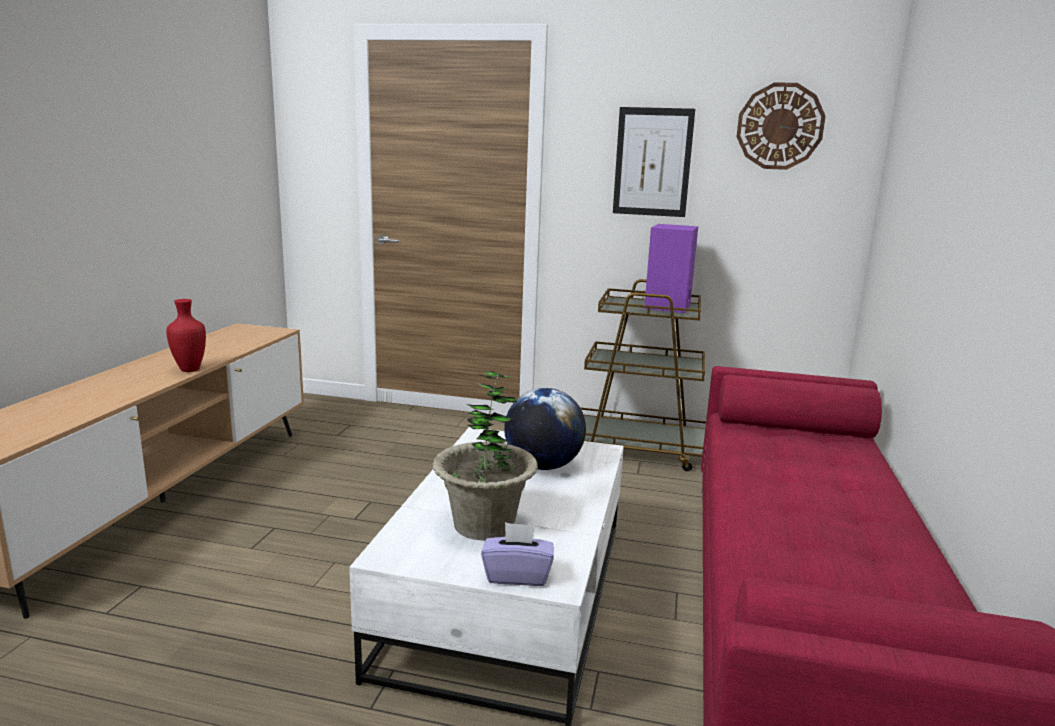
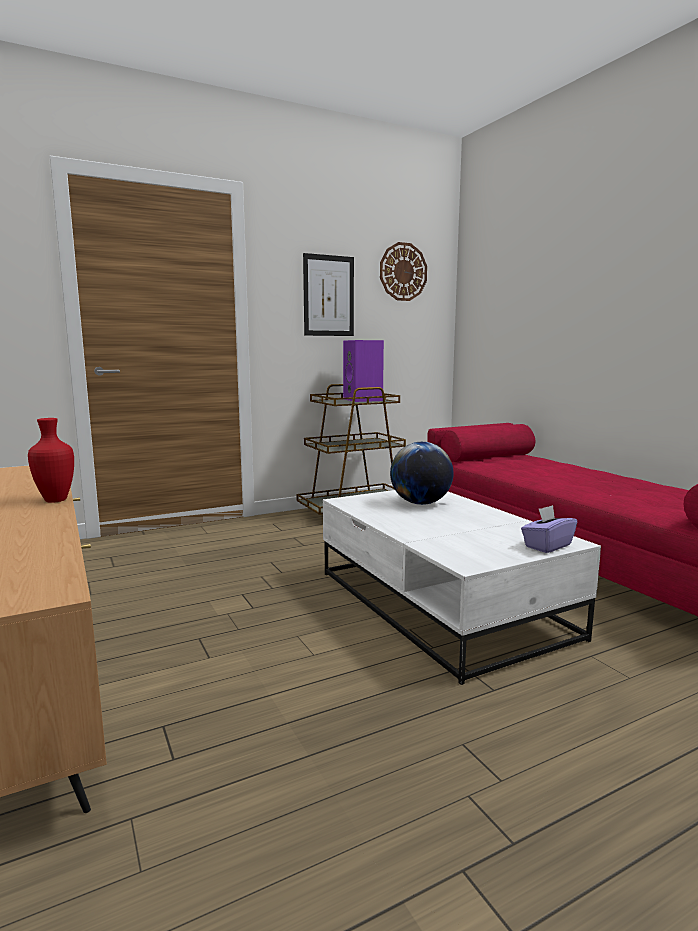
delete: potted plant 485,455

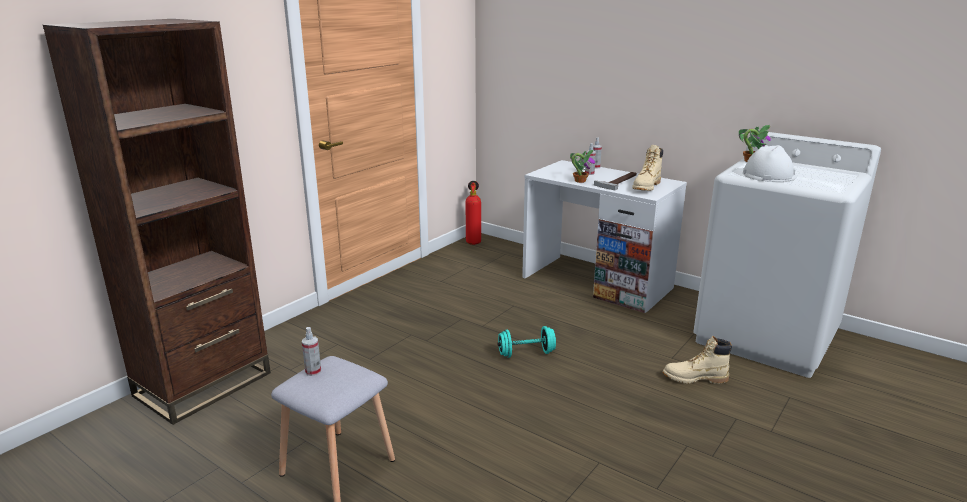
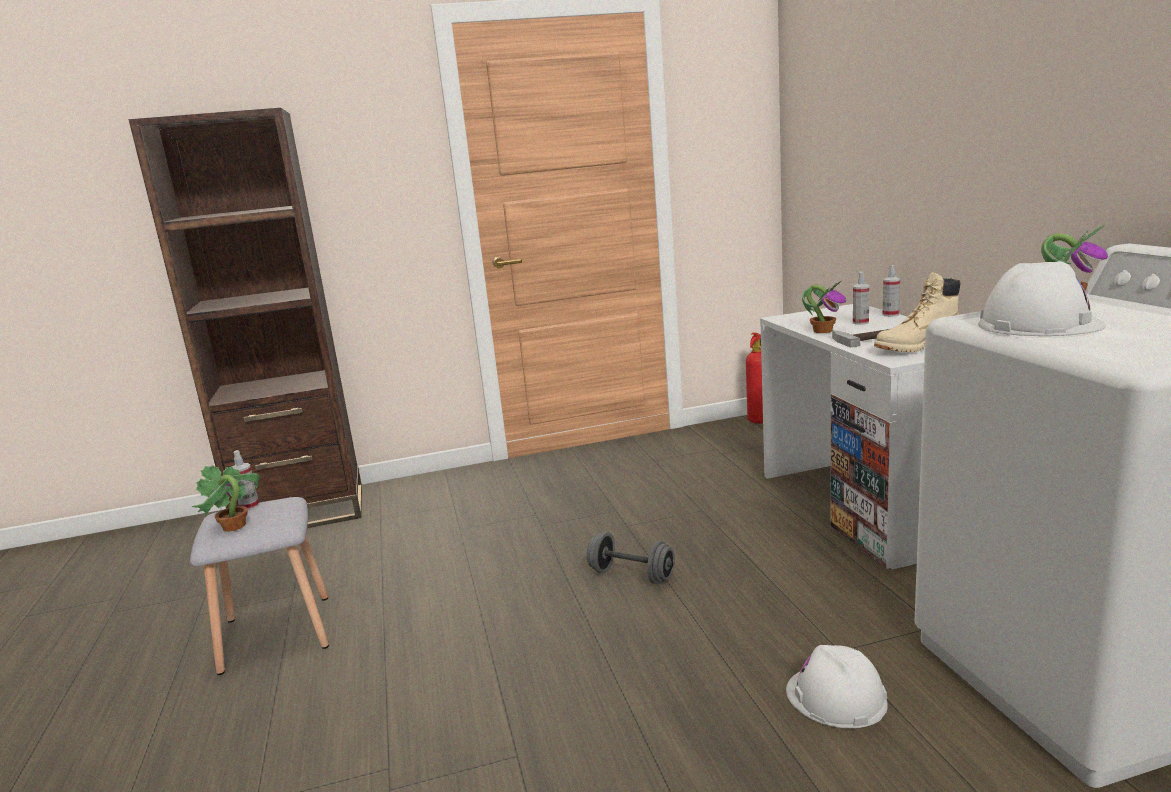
insert: potted plant 225,498
replace: beige boot 697,360 to white hard hat 837,686
recolor: turquoise dumbbell 526,342 to grey dumbbell 631,558

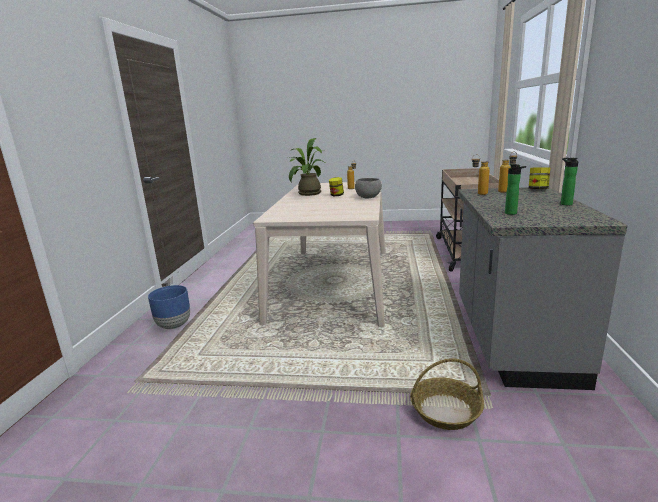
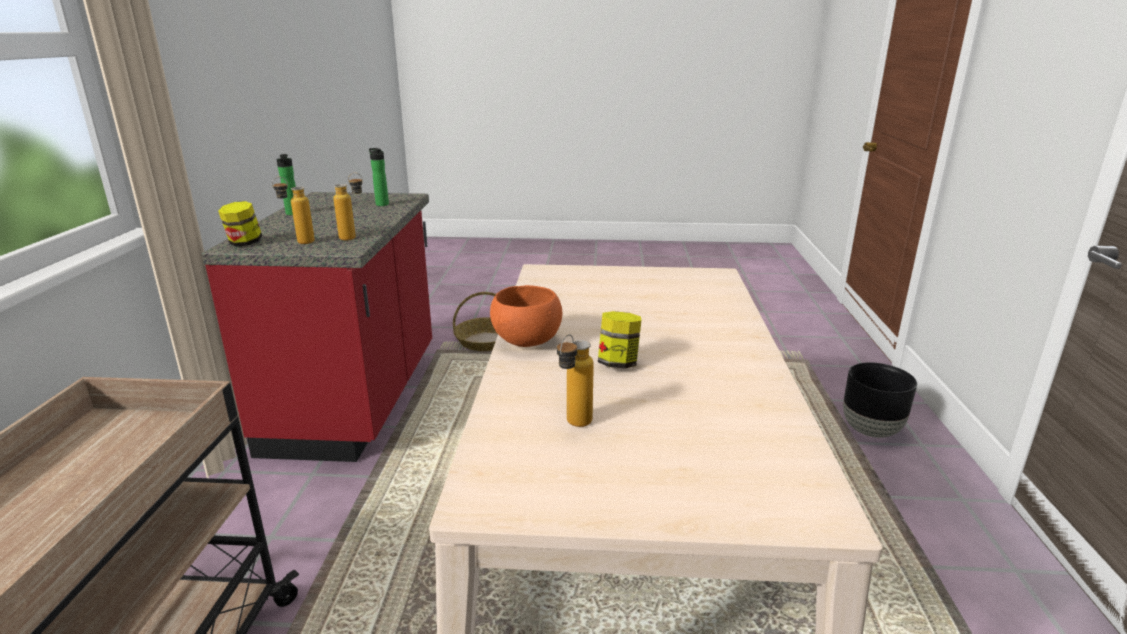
delete: potted plant 308,167
recolor: grey counter 543,288 to red counter 317,327; grey bowl 368,188 to orange bowl 526,316; blue planter 169,307 to black planter 880,400

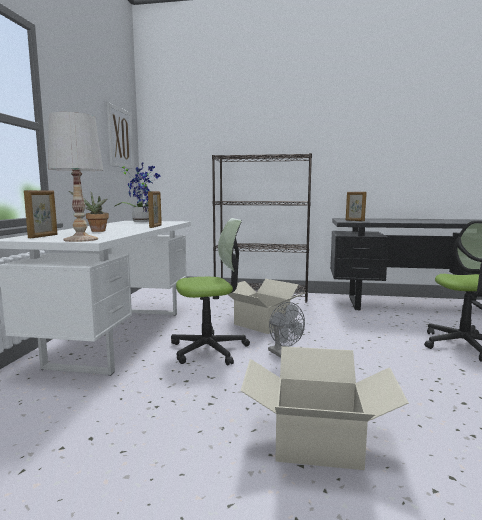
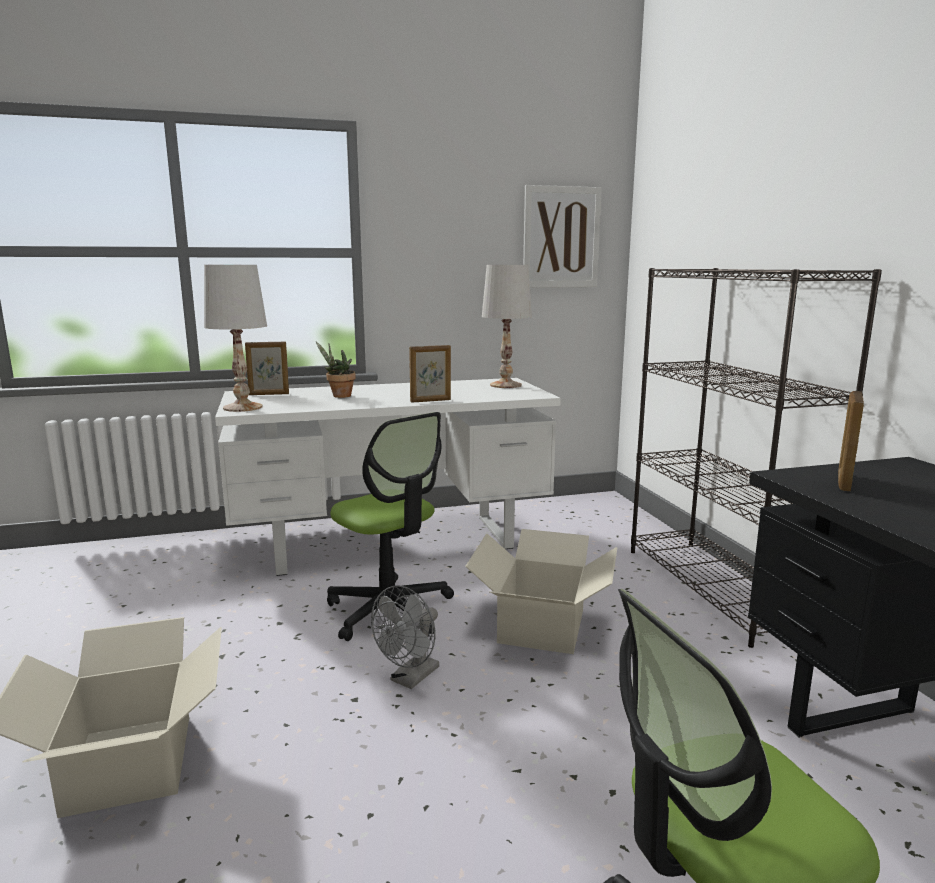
replace: potted plant 137,192 to white table lamp 507,326

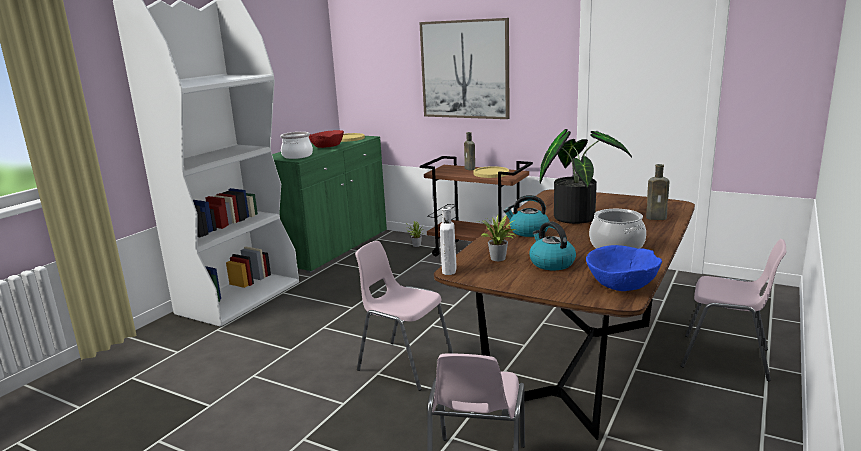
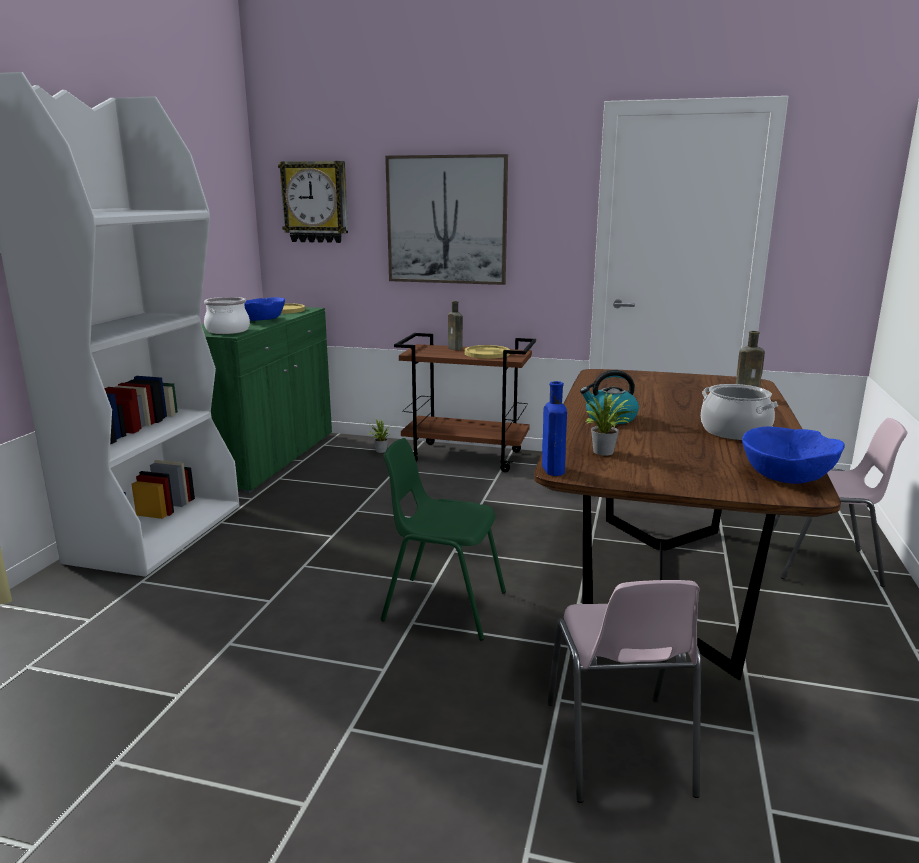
delete: kettle 553,246; potted plant 586,176
insert: wall clock 313,202
recolor: red bowl 326,139 to blue bowl 264,309; pink chair 404,316 to green chair 443,539; white bottle 448,241 to blue bottle 554,428

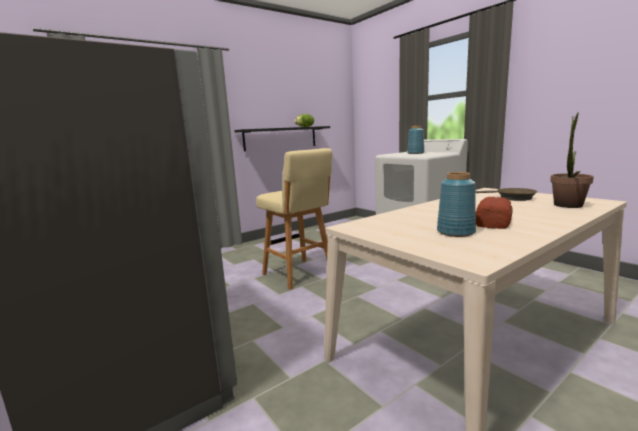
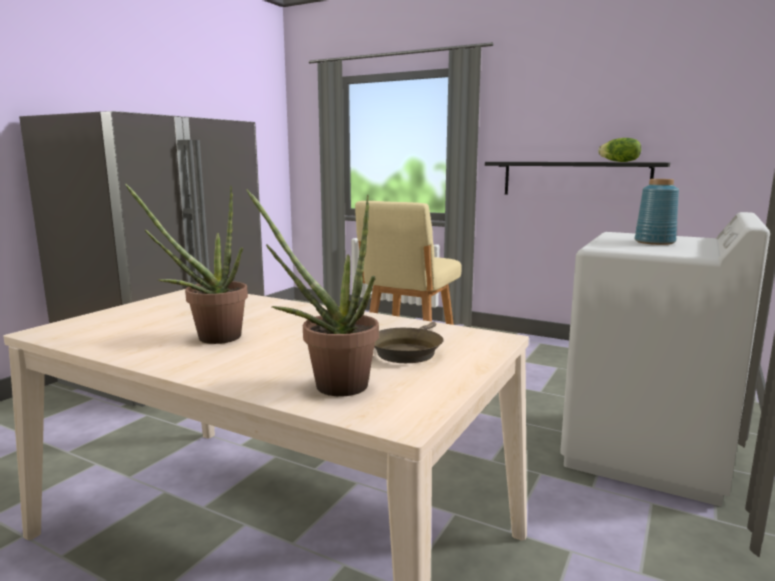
delete: blue vase 456,204
replace: bread 494,213 to potted plant 186,264

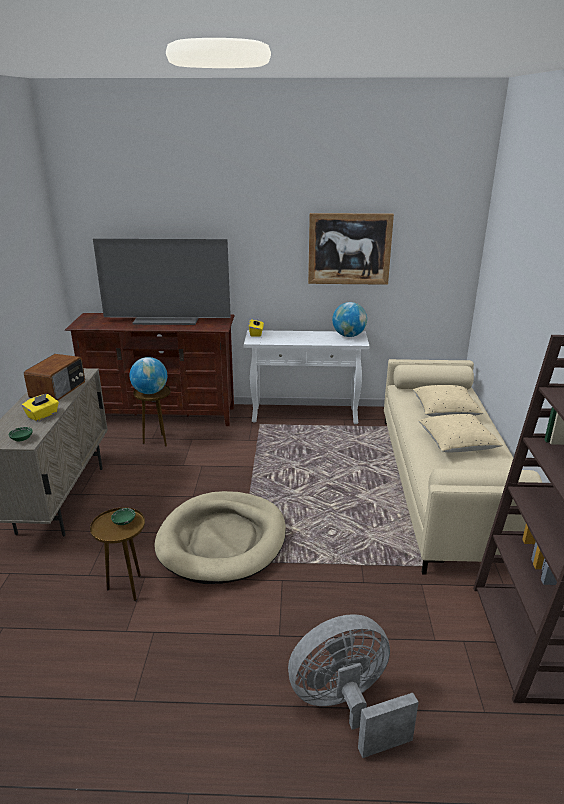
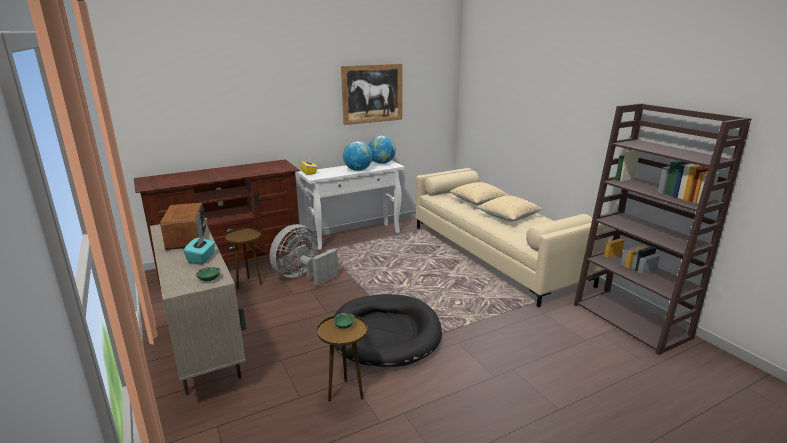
delete: television 162,281
move: grey fan 353,686 to 304,255; globe 148,375 to 358,156
recolor: yellow tissue box 40,407 to turquoise tissue box 199,249; beige dog bed 220,537 to black dog bed 388,330

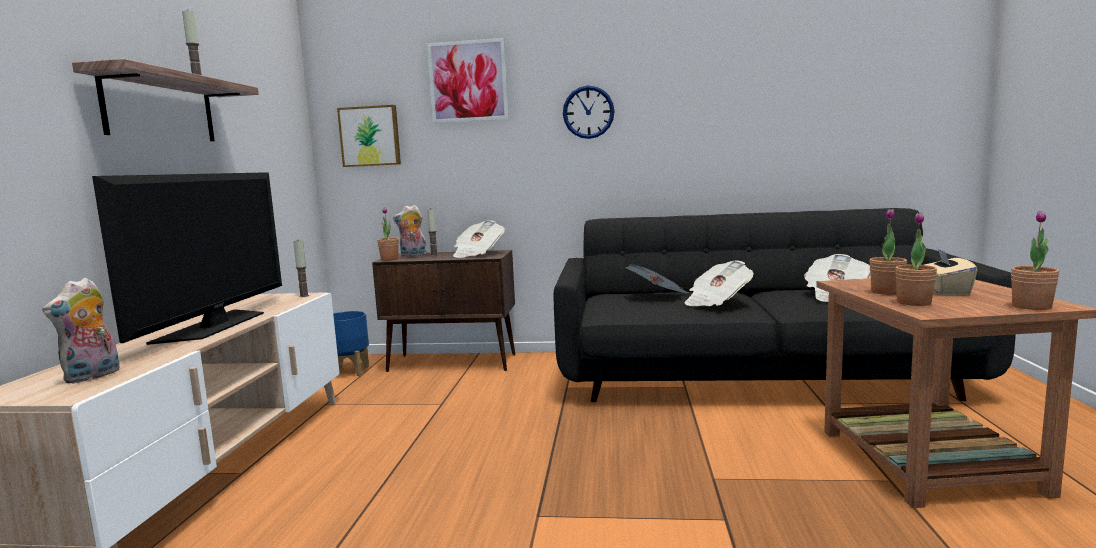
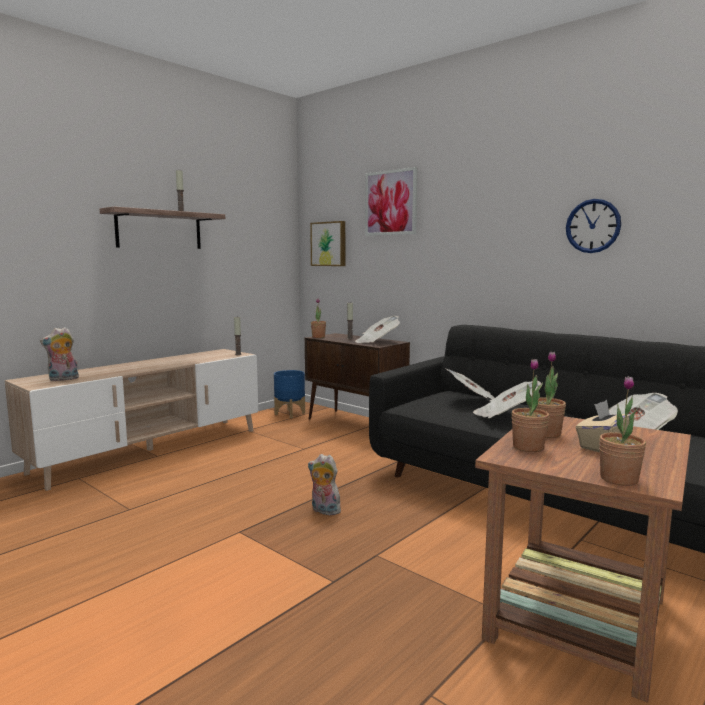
delete: television 187,258
move: plush toy 410,231 to 324,484; wall clock 588,112 to 593,226

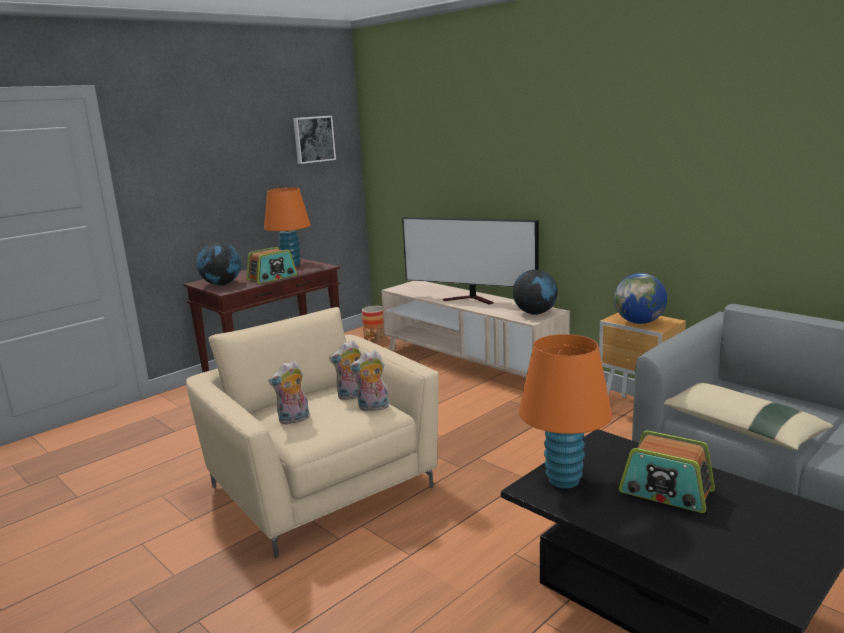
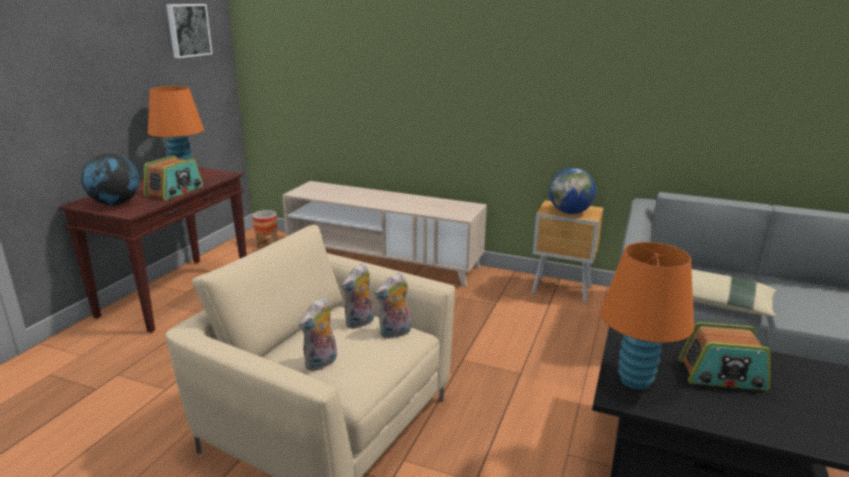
delete: television 470,260; globe 535,292

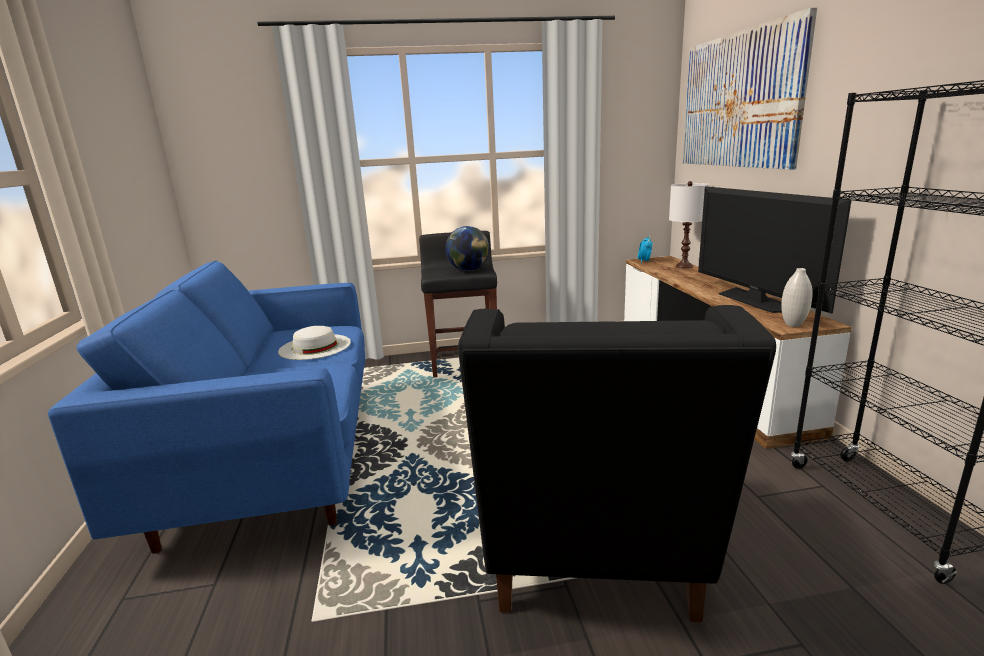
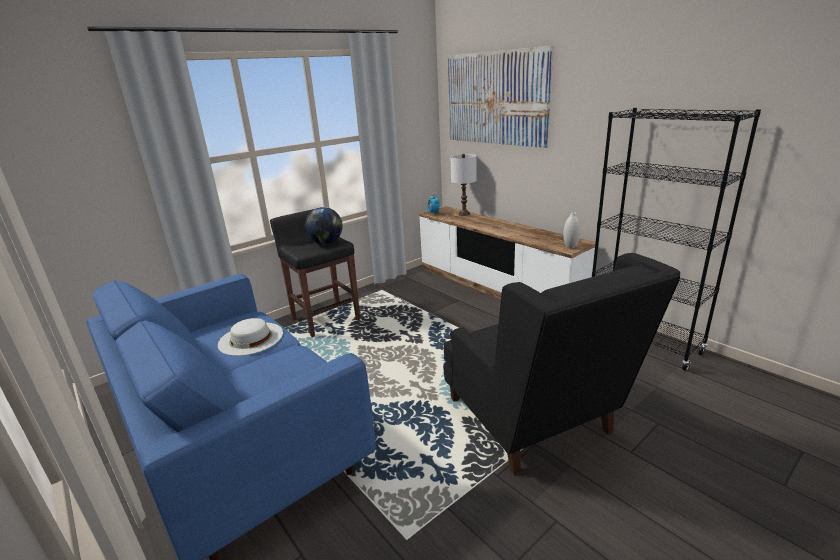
delete: television 775,249

